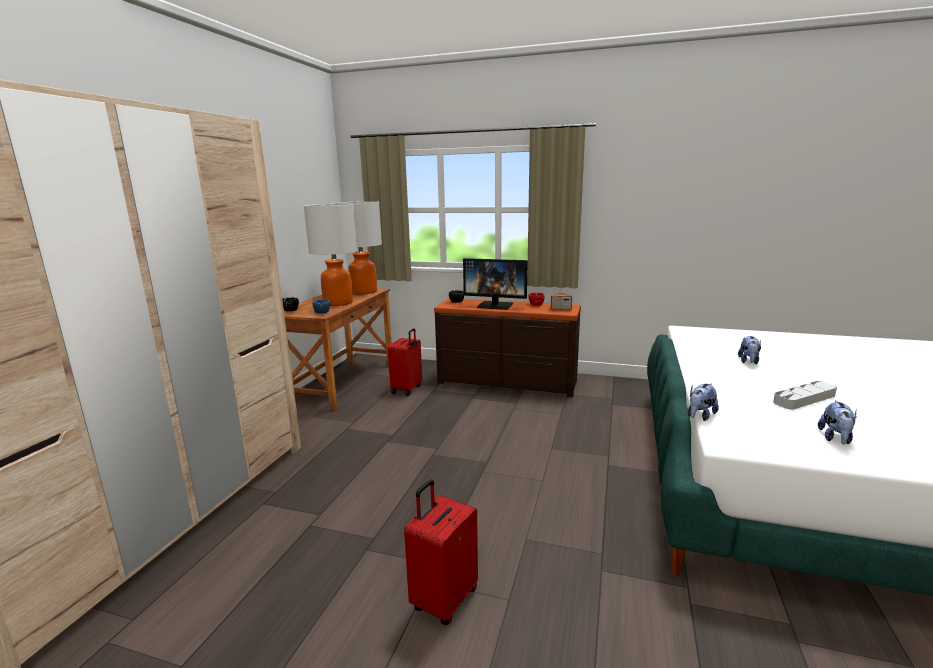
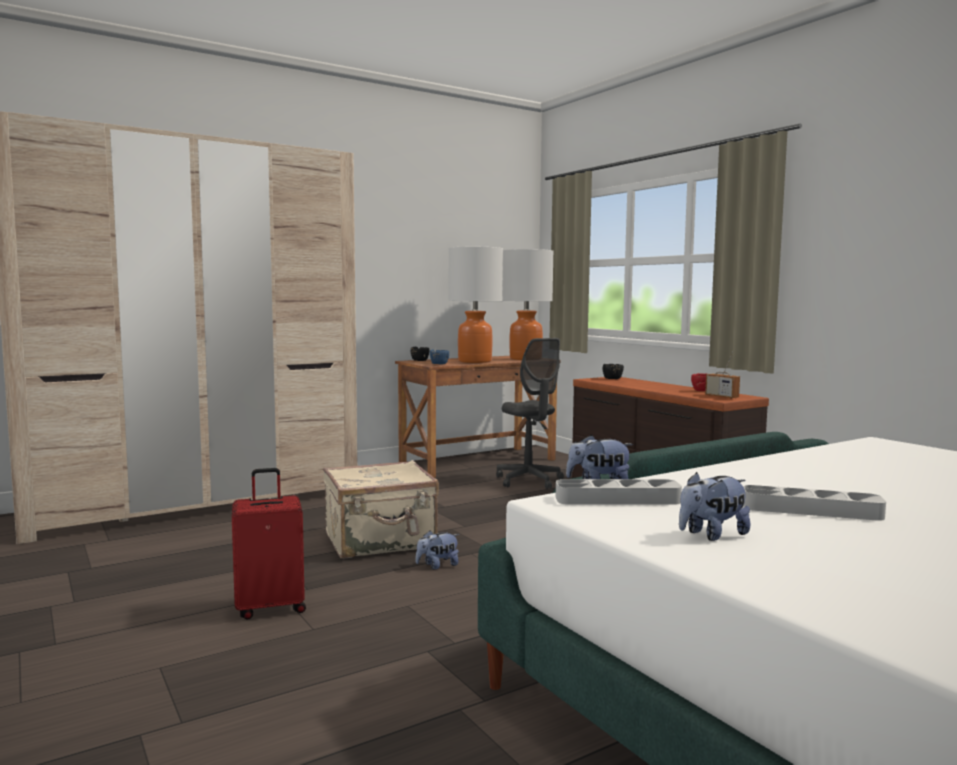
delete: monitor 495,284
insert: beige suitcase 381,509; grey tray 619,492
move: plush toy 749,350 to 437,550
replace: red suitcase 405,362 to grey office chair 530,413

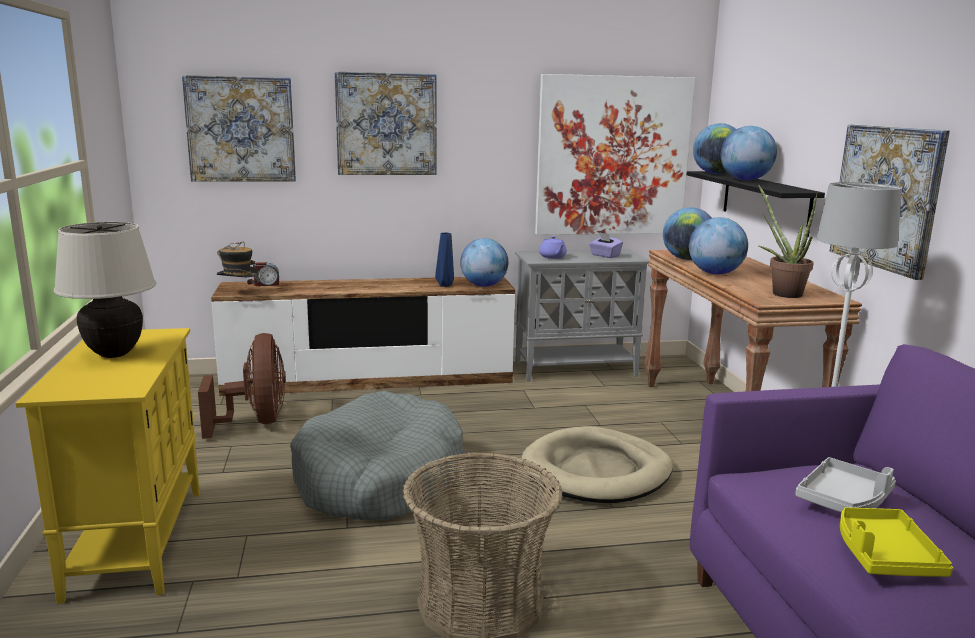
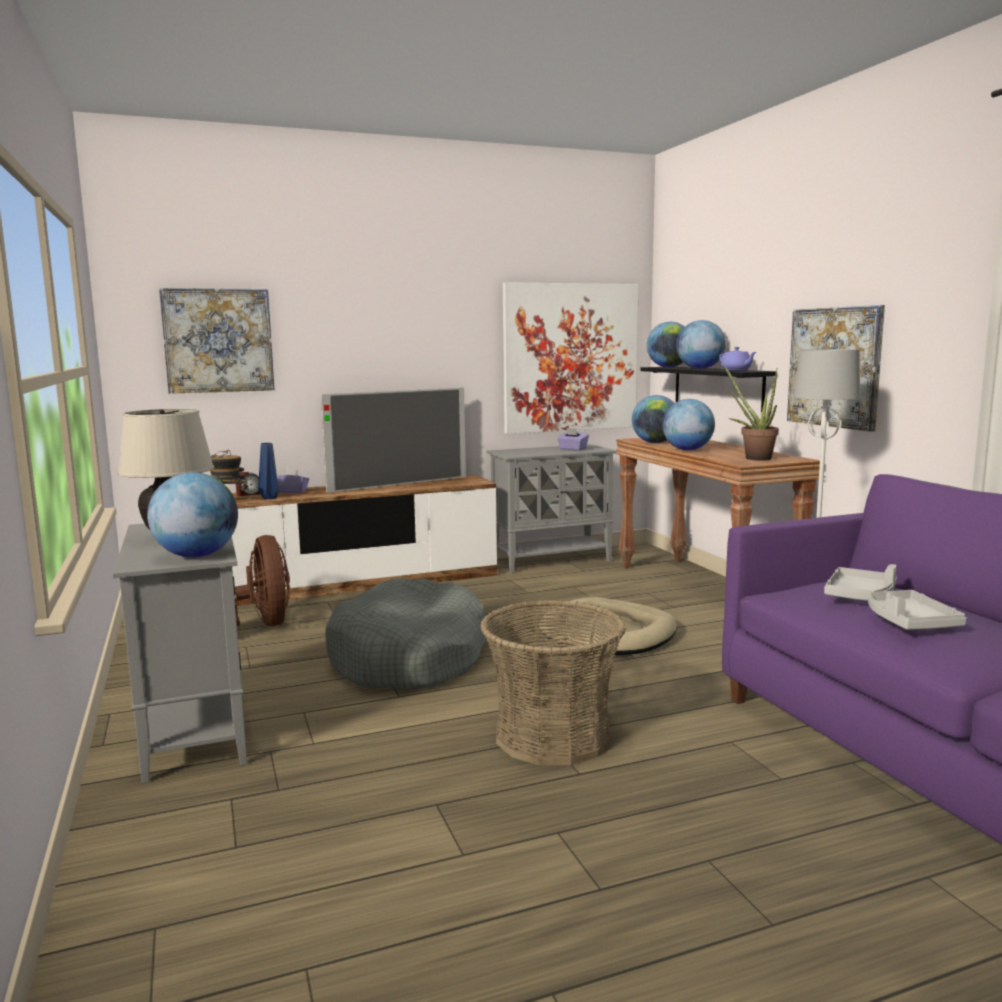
delete: picture 386,123
insert: purple tissue box 293,480; television 393,440
move: globe 484,262 to 192,514; blue vase 444,259 to 268,471; purple teapot 553,247 to 737,359
recolor: yellow cabinet 107,466 to grey cabinet 180,653; yellow tray 896,542 to grey tray 917,610

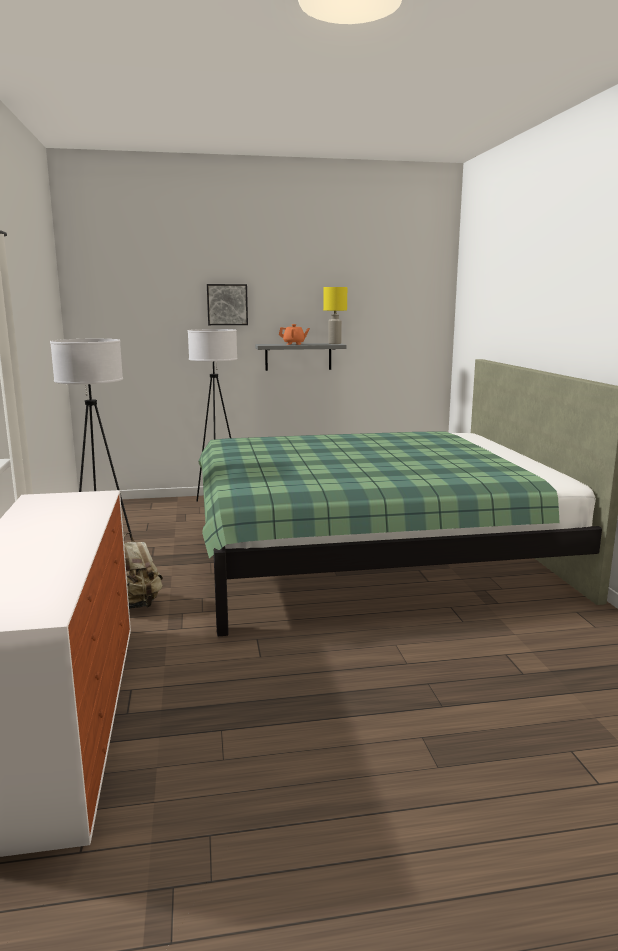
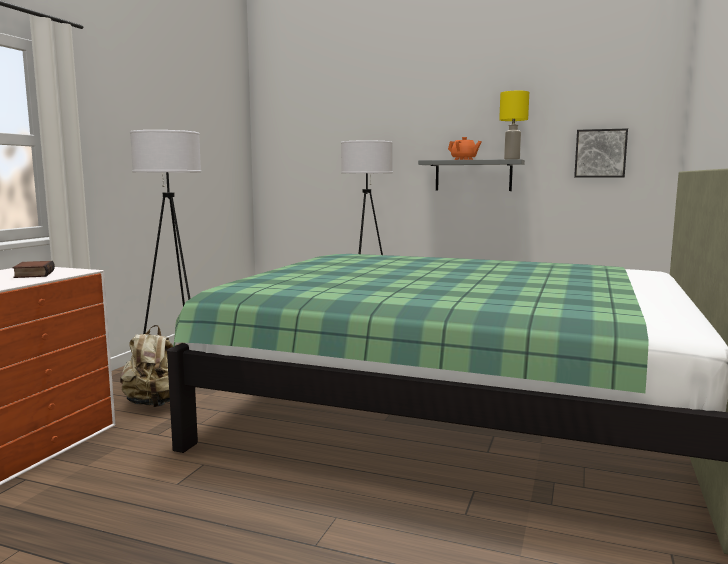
insert: book 34,269
move: picture 227,304 to 601,152

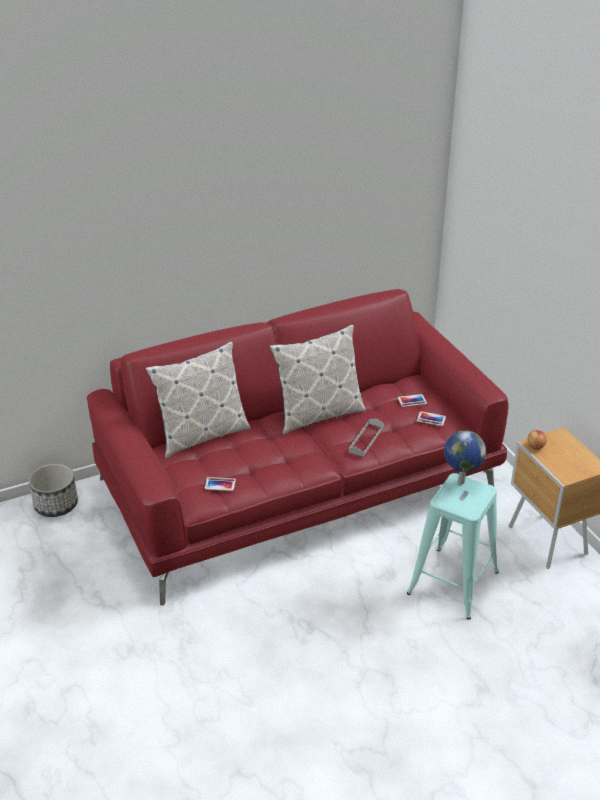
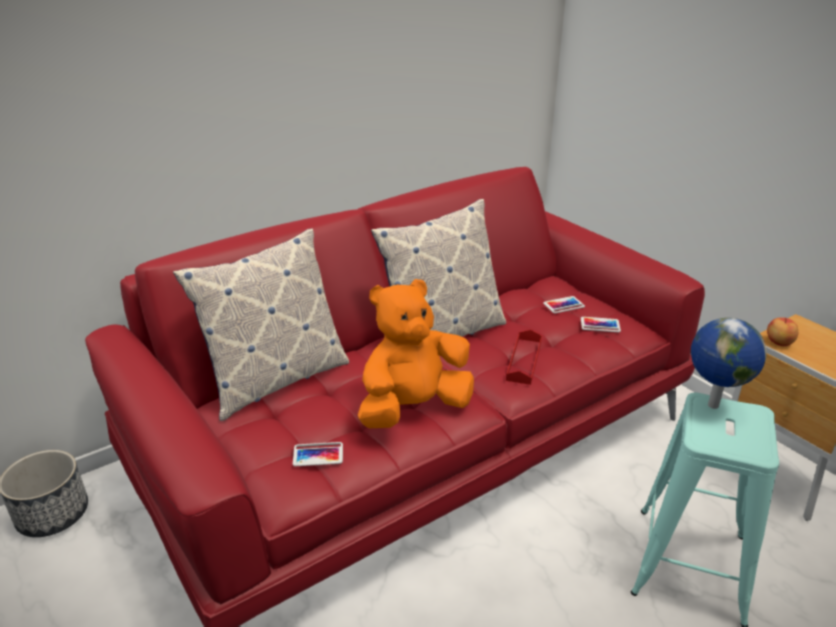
insert: orange plush toy 416,353
recolor: grey tray 366,437 to red tray 524,357

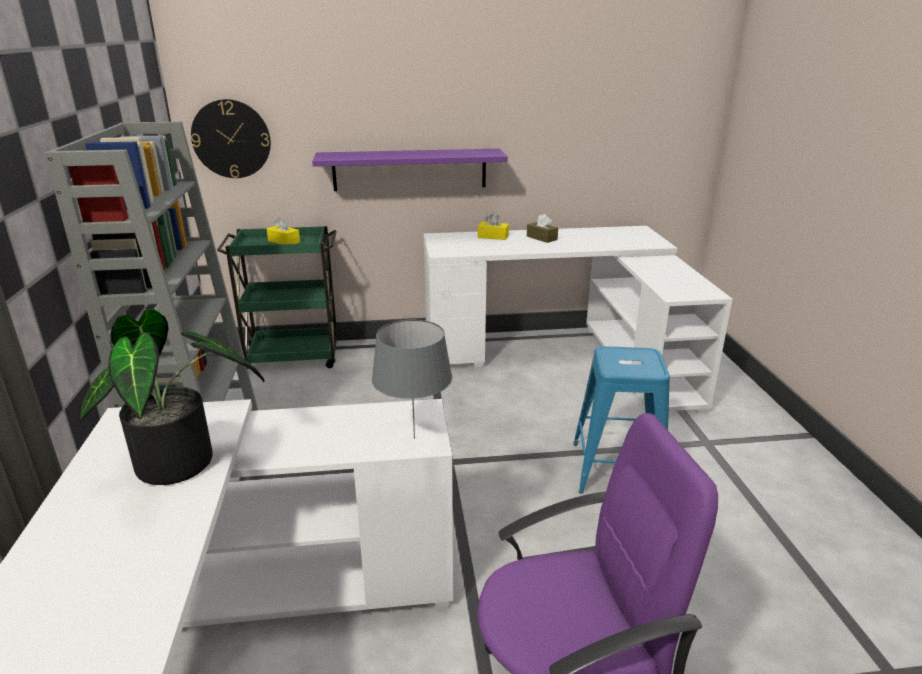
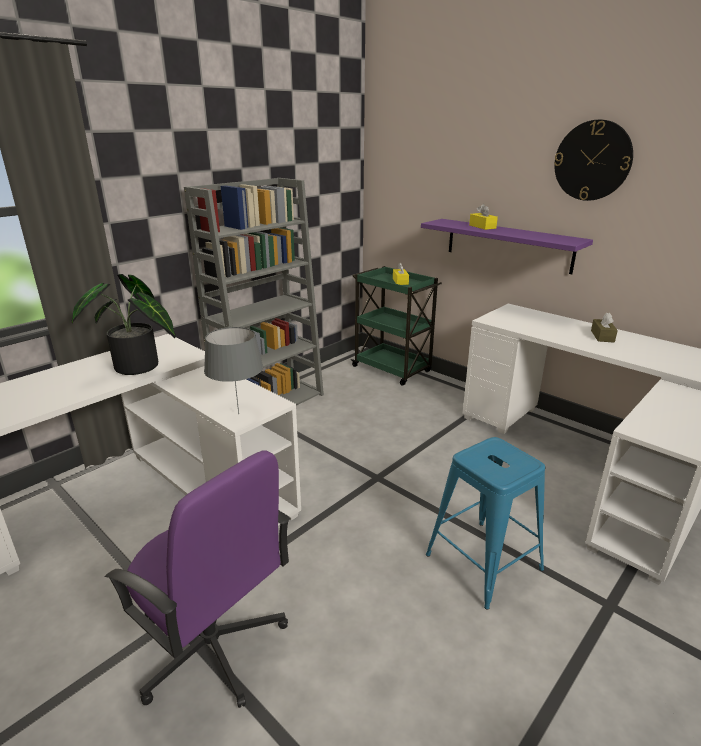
move: yellow tissue box 493,226 to 483,217; wall clock 231,138 to 593,160

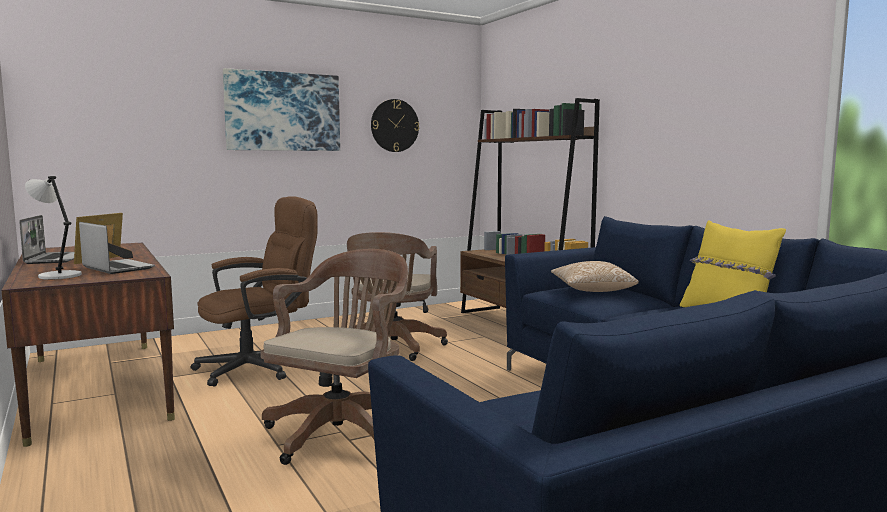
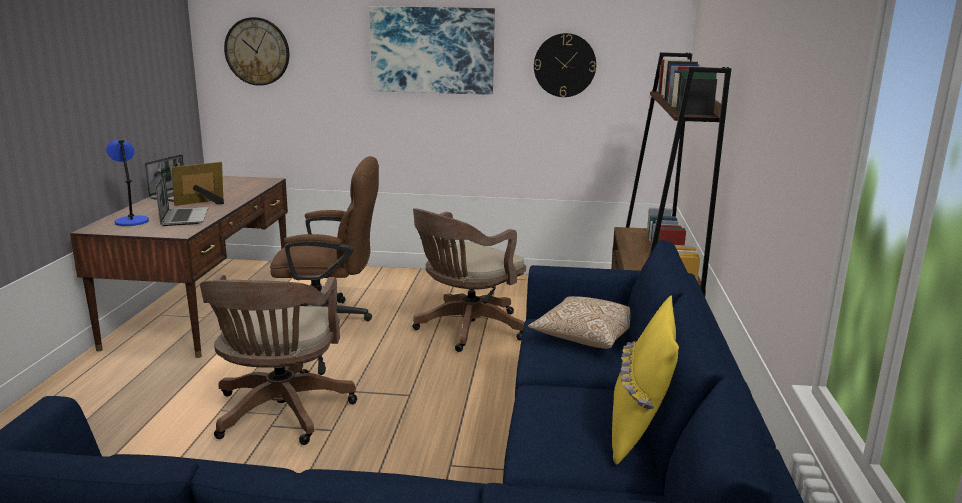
insert: wall clock 256,51
recolor: grey table lamp 53,228 to blue table lamp 127,183
rotate: brown office chair 334,357 = 278,360 120 degrees clockwise

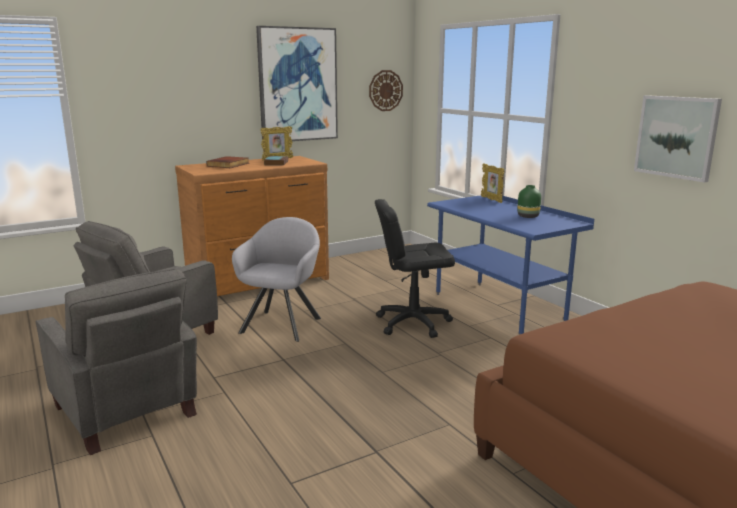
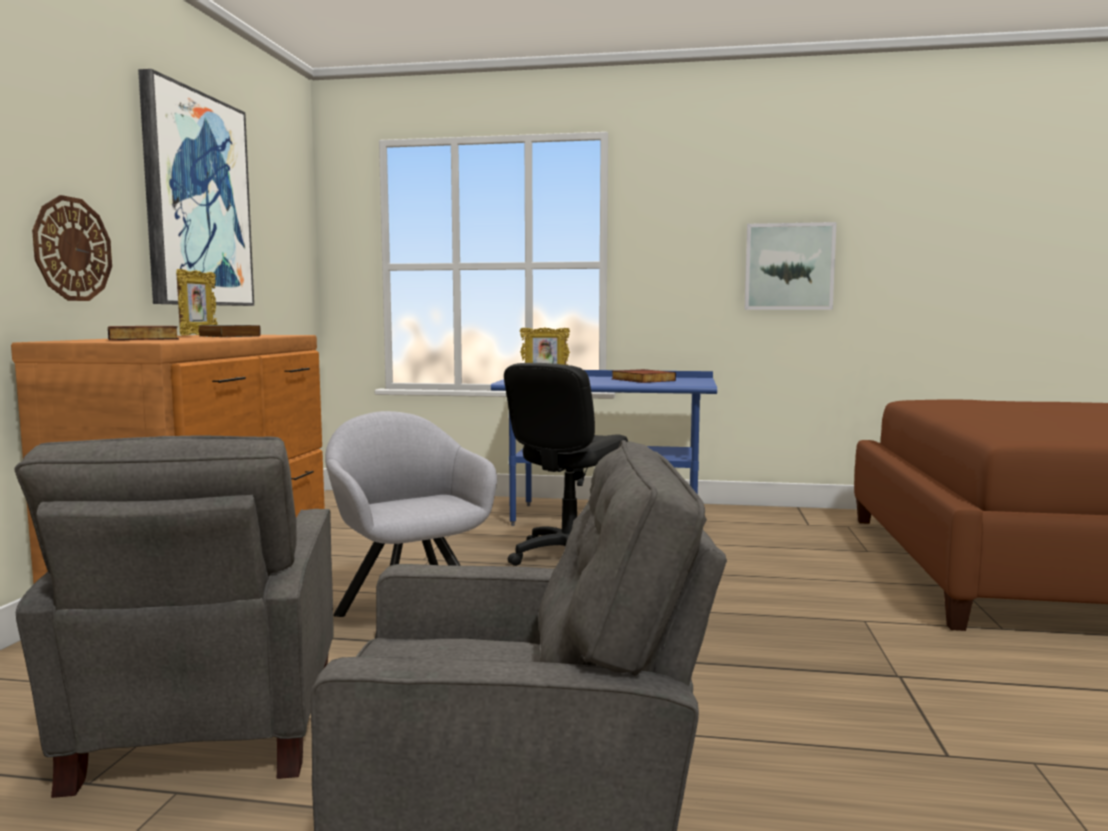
move: wall clock 386,90 to 72,248
replace: green vase 529,201 to book 643,376

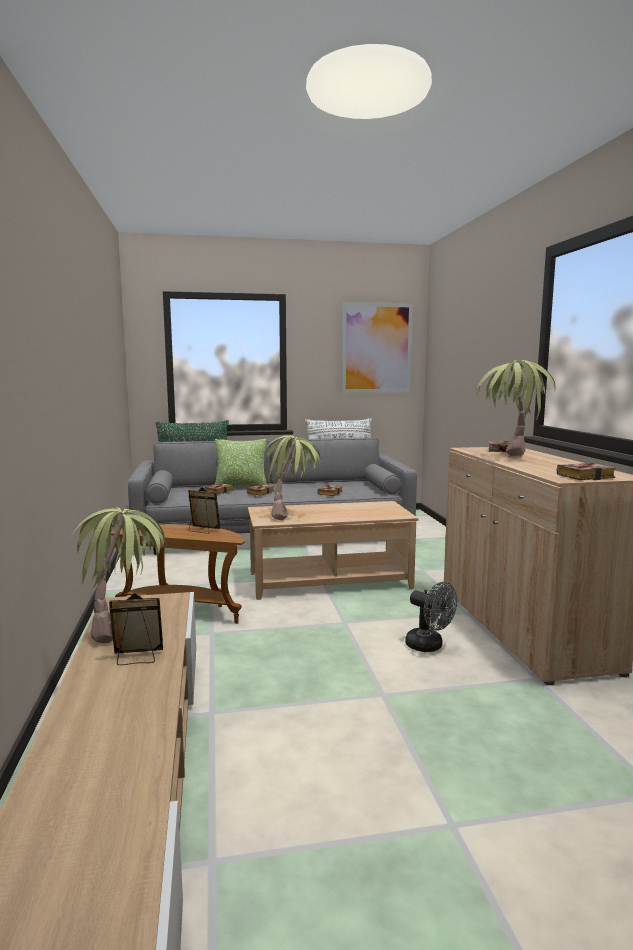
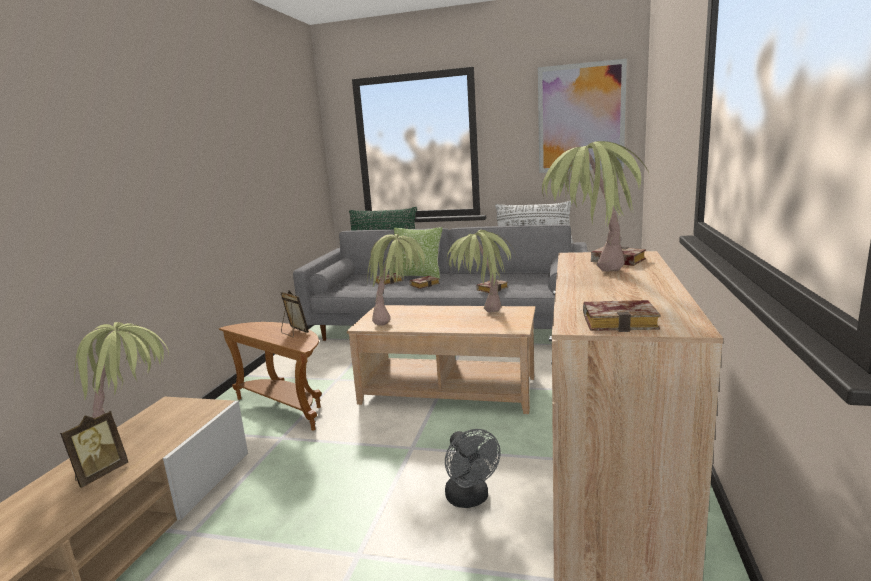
insert: potted plant 481,271
rotate: picture frame 136,629 = 94,449 105 degrees clockwise

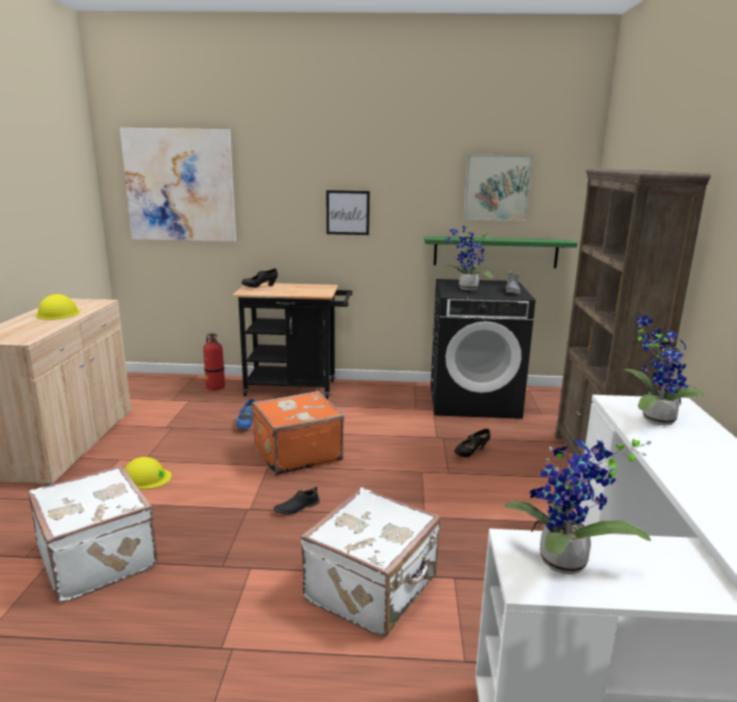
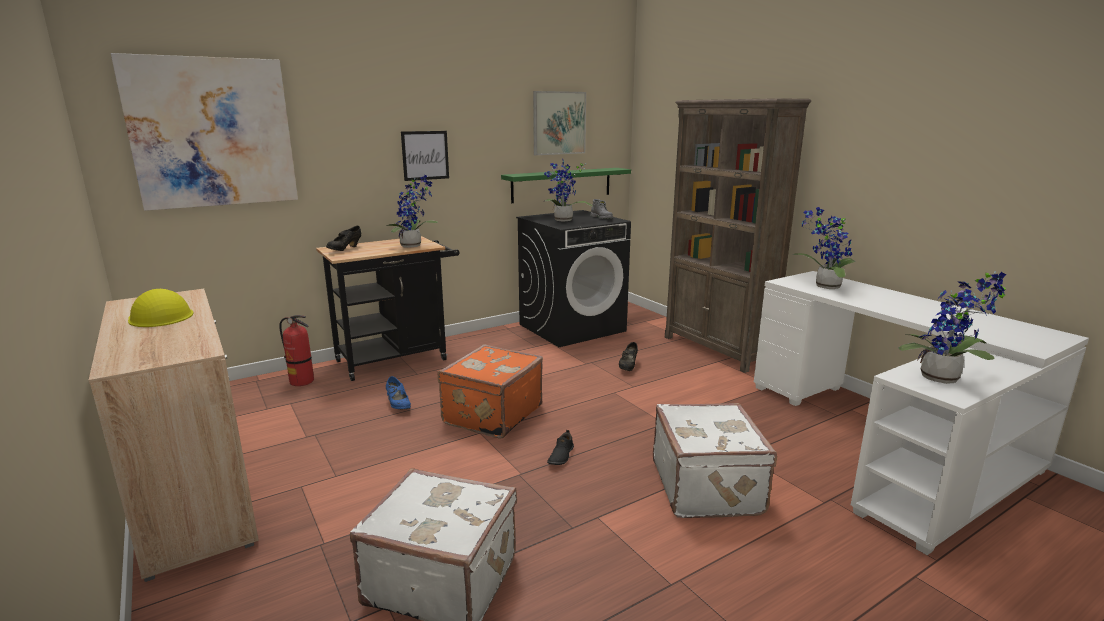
delete: yellow hard hat 148,473
insert: potted plant 412,211

